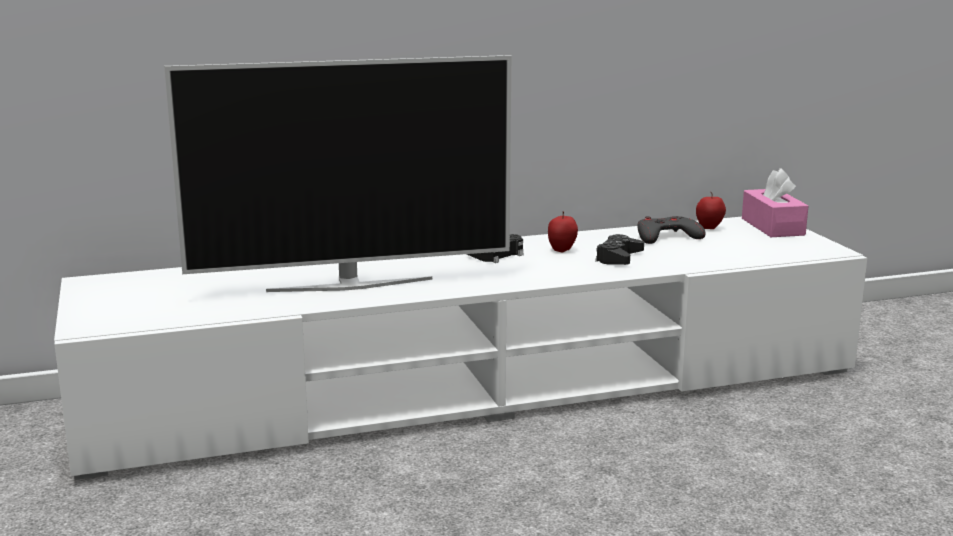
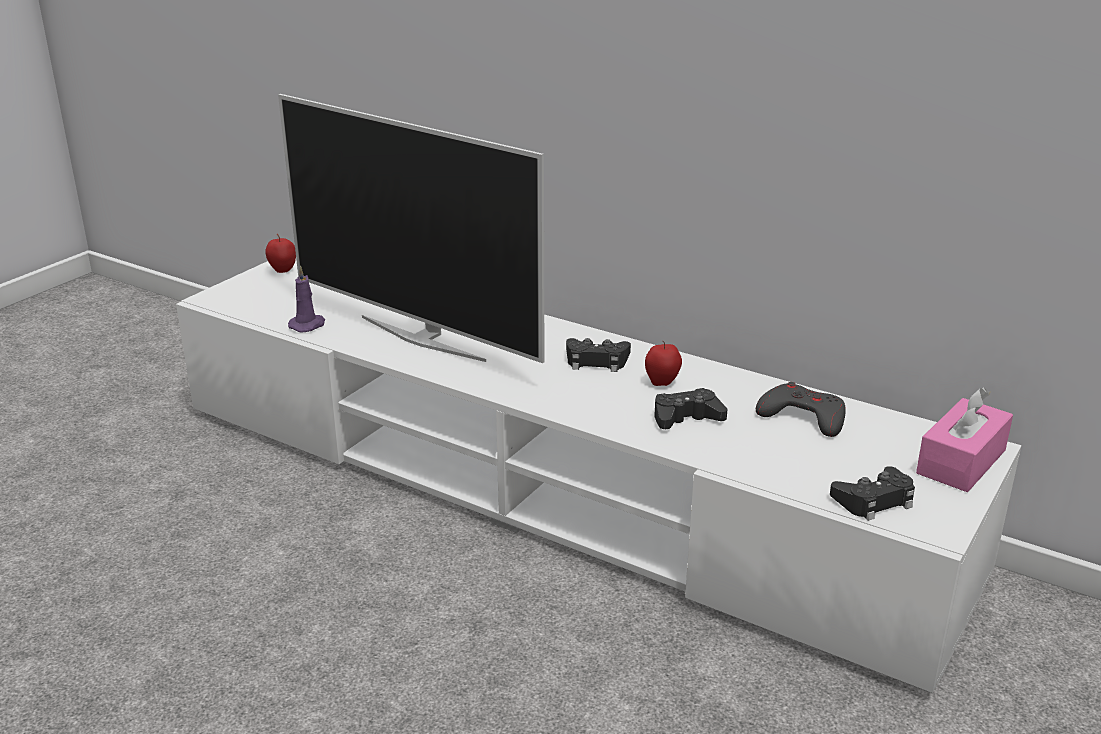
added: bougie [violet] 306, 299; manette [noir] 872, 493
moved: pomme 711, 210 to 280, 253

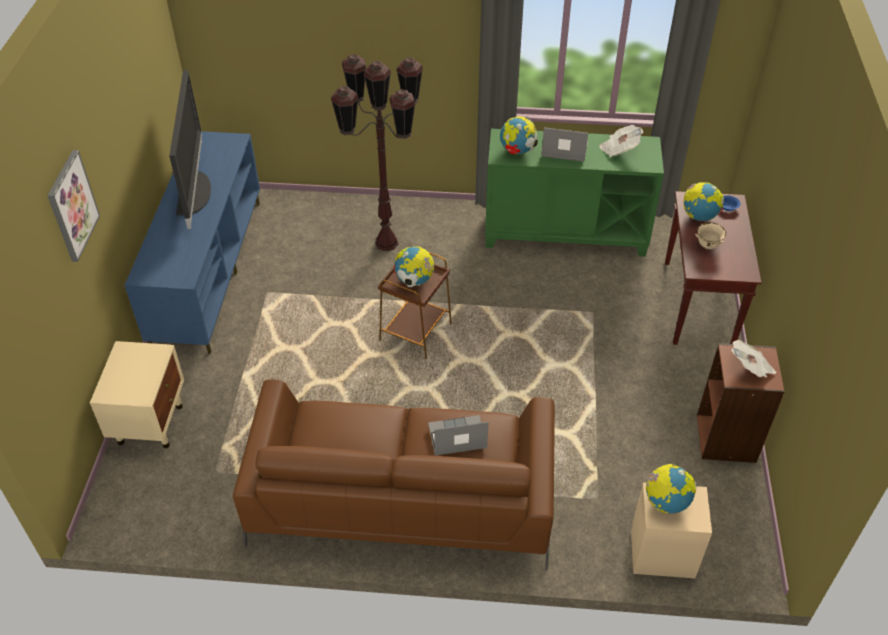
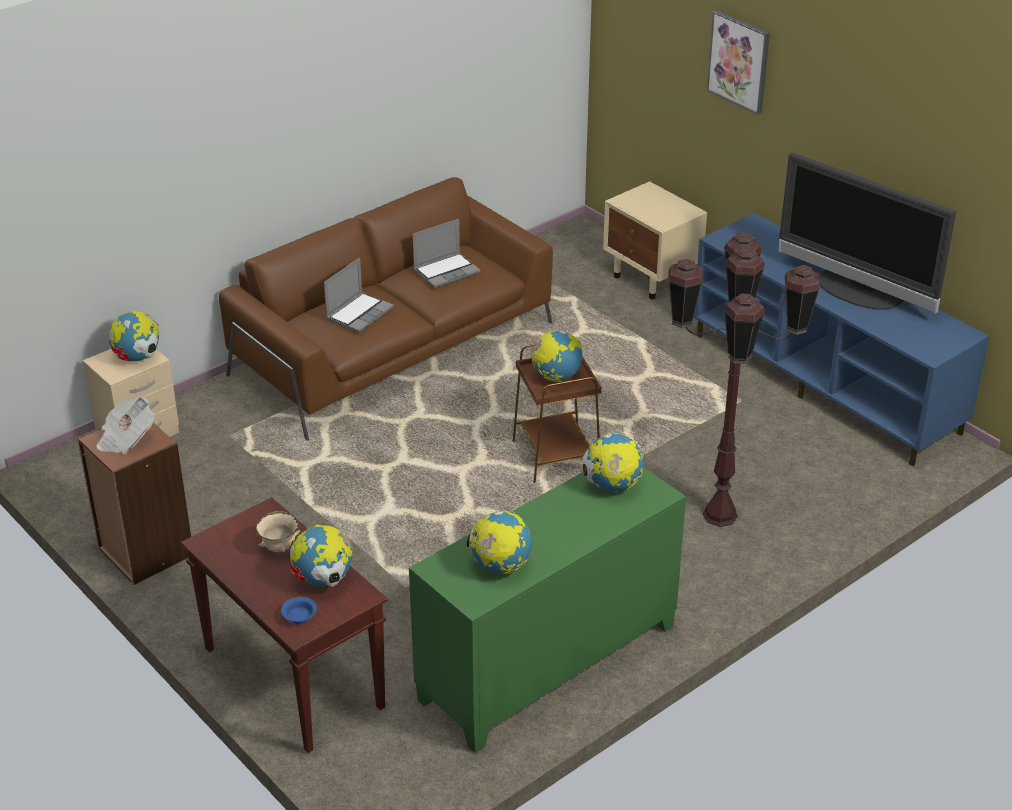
moved: ordinateur portable 564, 144 to 446, 253
replaced: journal 621, 141 to globe 499, 542

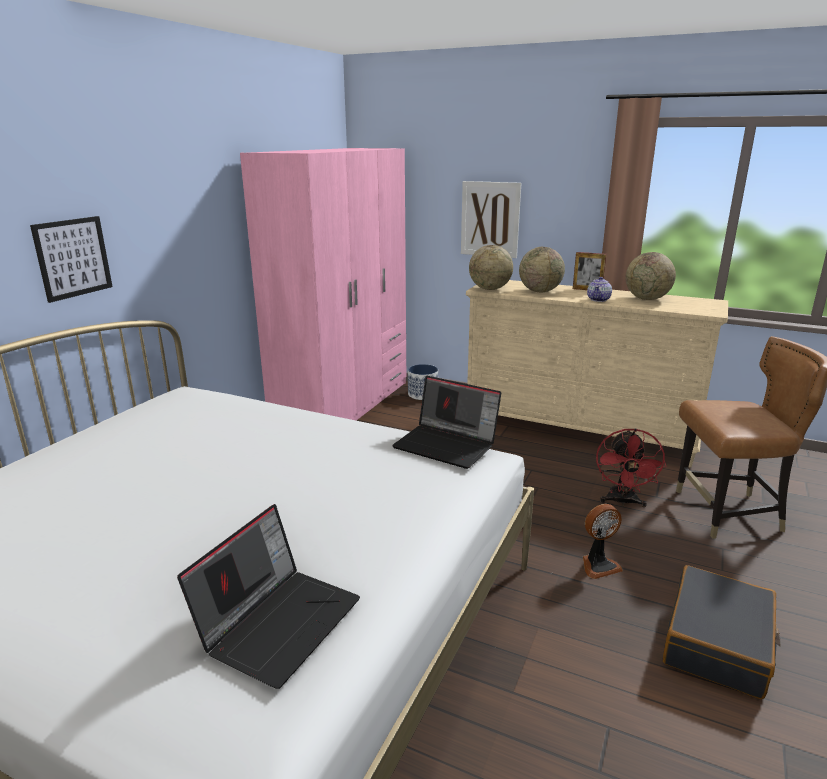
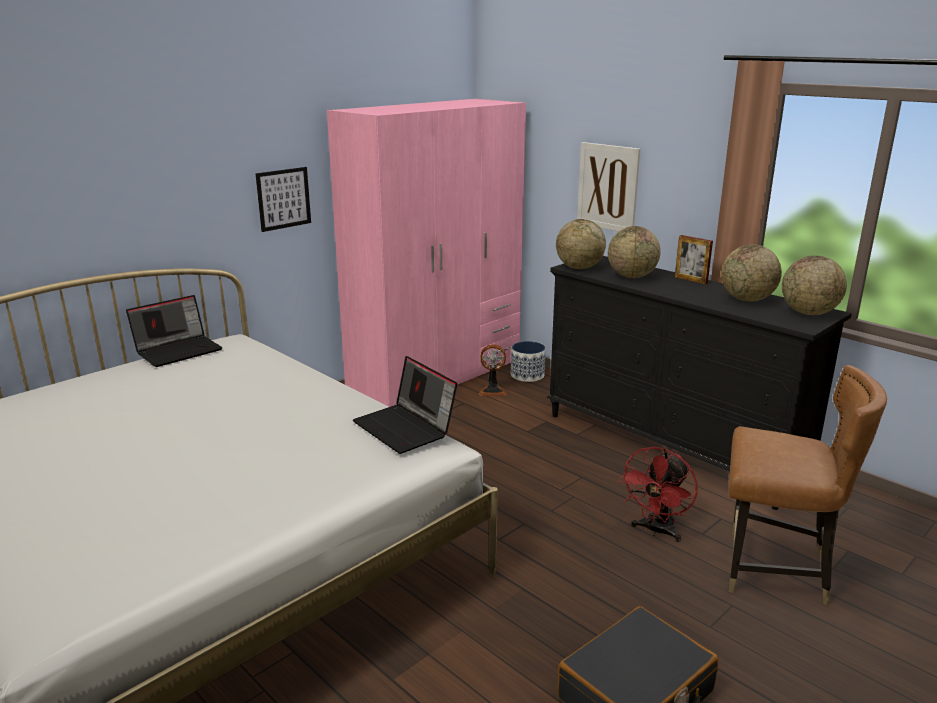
removed: théière 599, 289
added: globe 814, 285
moved: tableau 71, 259 to 283, 199; ordinateur portable 268, 596 to 174, 331; ventilateur 603, 541 to 493, 370
recoloured: commode [beige] 597, 373 to commode [noir] 699, 383

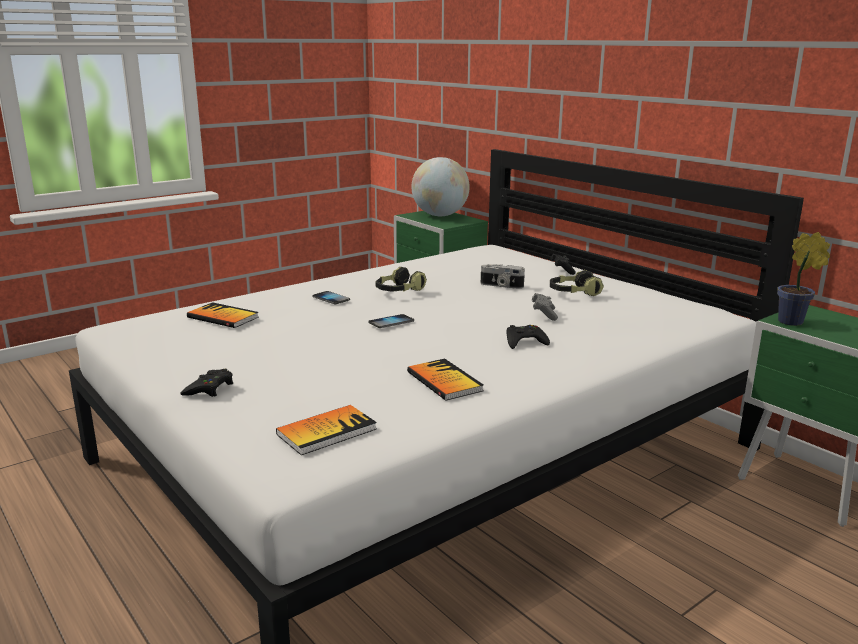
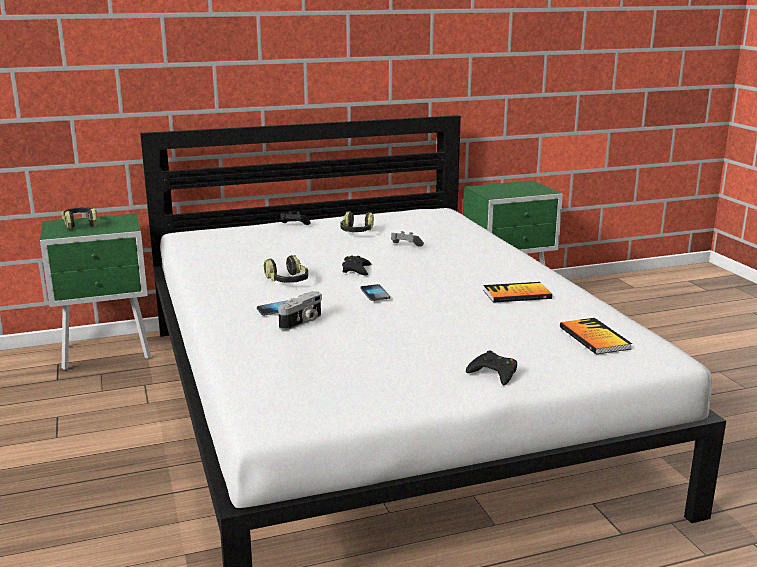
removed: livre 222, 315; plante en pot 803, 279
moved: appareil photo 503, 276 to 300, 310; manette [noir] 528, 337 to 356, 265
replaced: globe 441, 186 to casque audio 79, 218

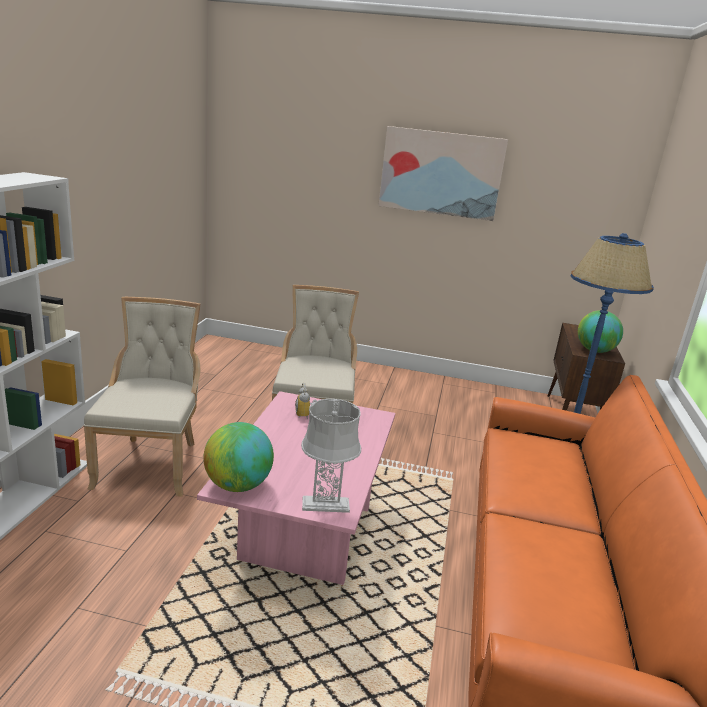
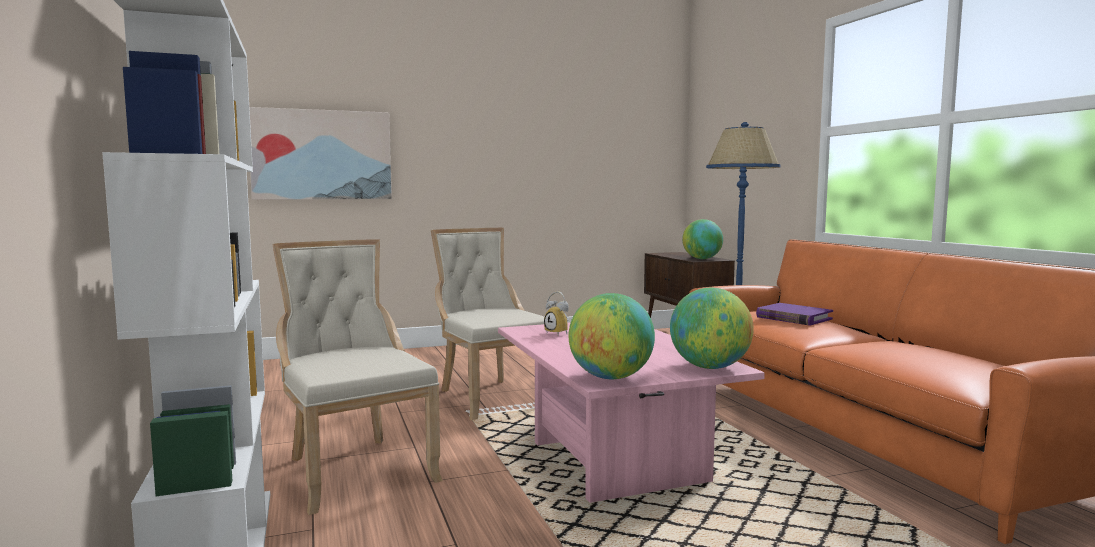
added: livre [violet] 794, 314
moved: tableau 443, 173 to 320, 153
replaced: lampe de table [gris] 331, 456 to globe 712, 328

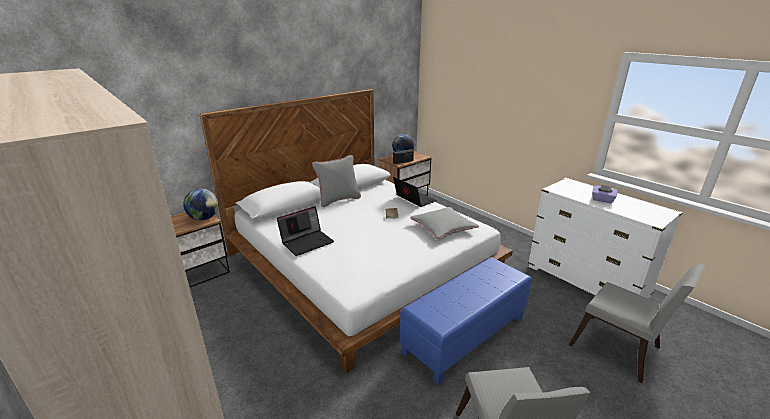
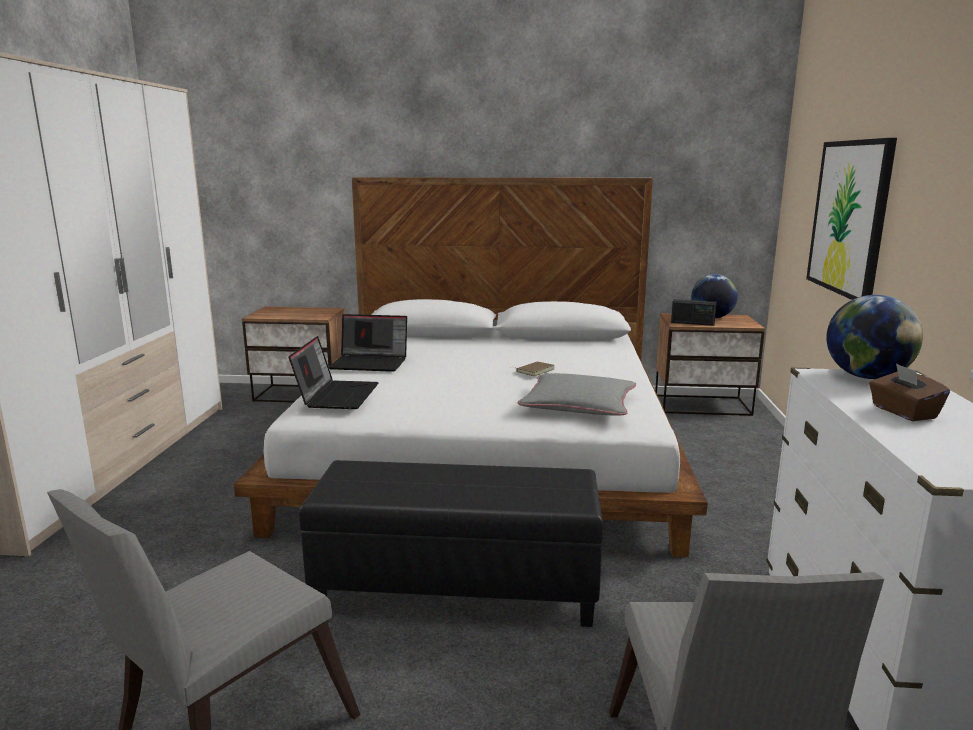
removed: coussin [gris] 336, 181
added: tableau 851, 219
moved: globe 200, 204 to 874, 337; ordinateur portable 414, 192 to 334, 372
recoloured: pouf [bleu] 466, 321 to pouf [noir] 451, 543; boîte à mouchoirs [violet] 605, 194 to boîte à mouchoirs [marron] 909, 392

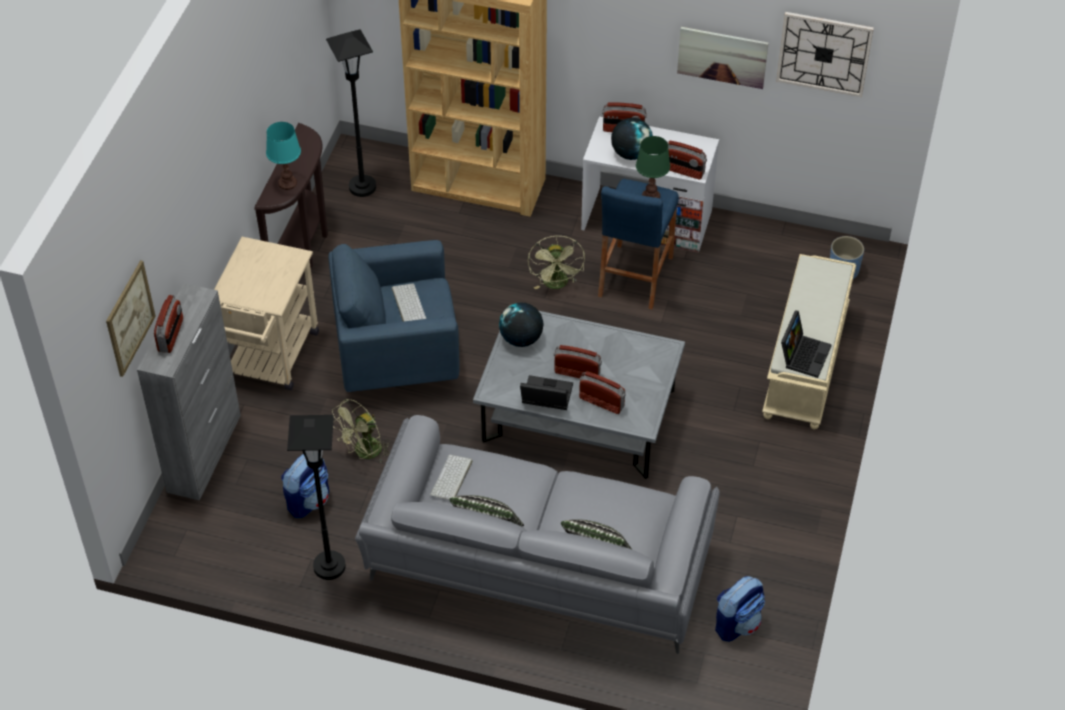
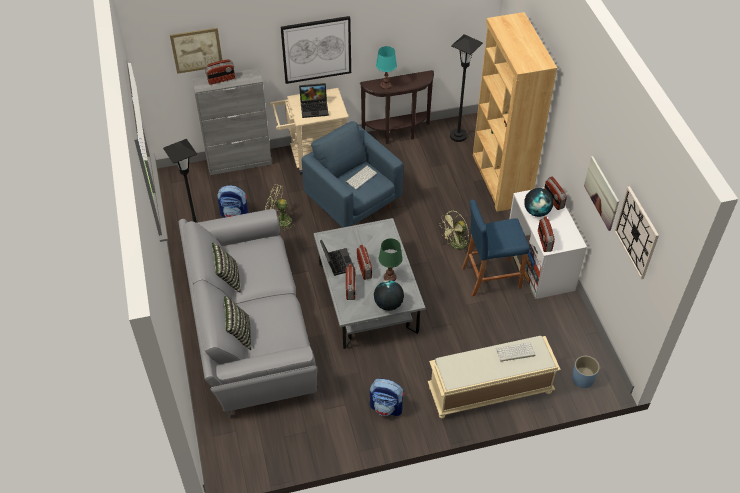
added: tableau 316, 50
moved: clavier 451, 477 to 515, 352; globe 521, 324 to 389, 295; lampe de table [vert] 653, 167 to 390, 259; sac à dos 740, 609 to 387, 397; ordinateur portable 806, 344 to 314, 100

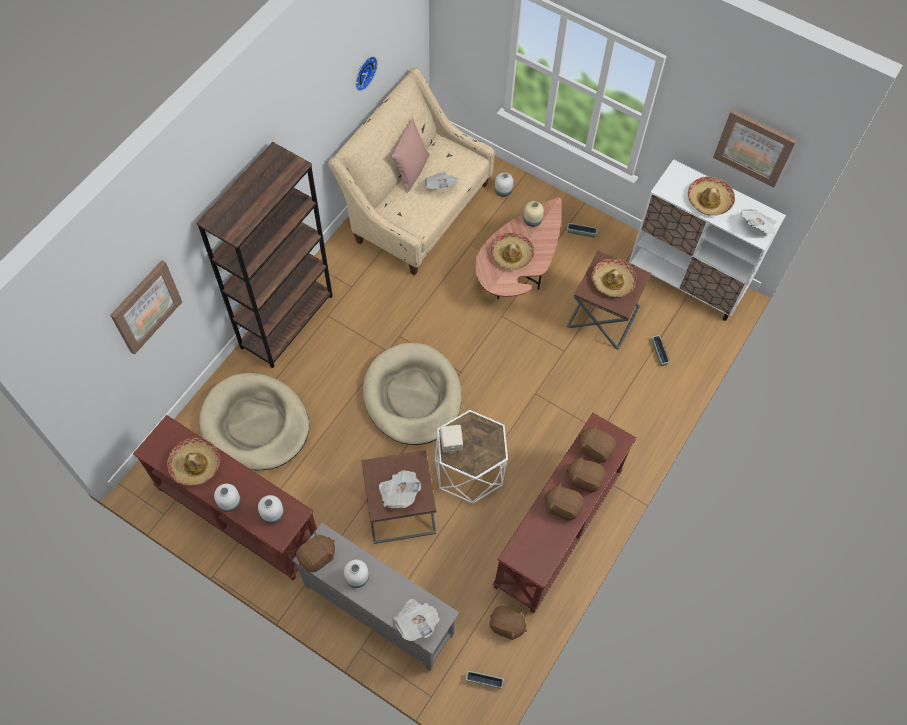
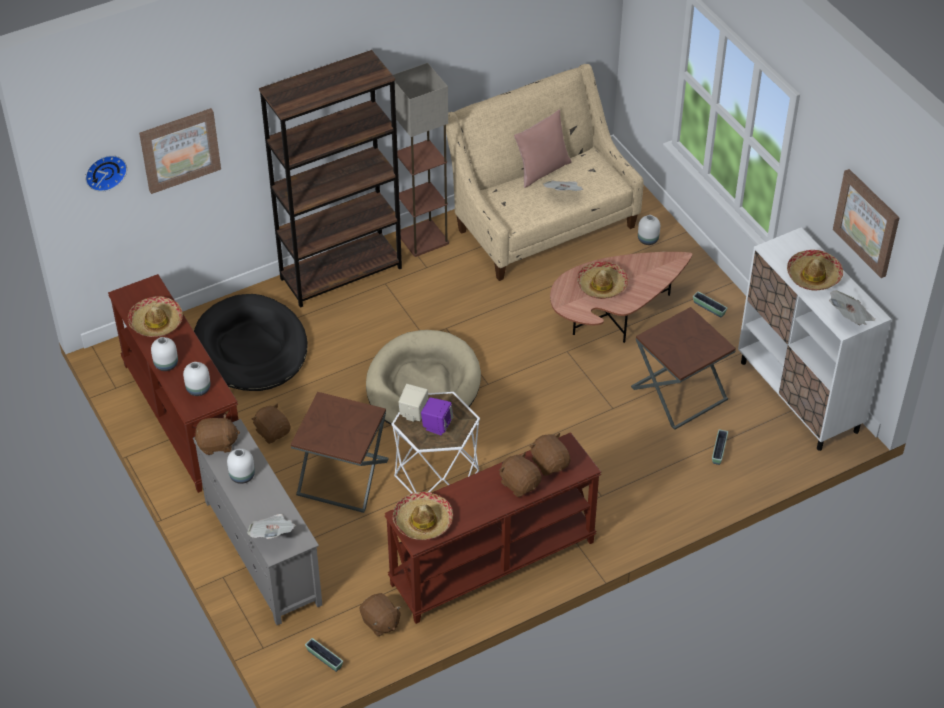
removed: journal 400, 489; vase [beige] 534, 214
added: lampadaire 421, 160; enceinte [violet] 437, 416
moved: horloge murale 367, 73 to 106, 173; peluche [marron] 564, 501 to 271, 423; chapeau 614, 278 to 423, 516
recoloured: panier pour chien [beige] 254, 422 to panier pour chien [noir] 251, 342

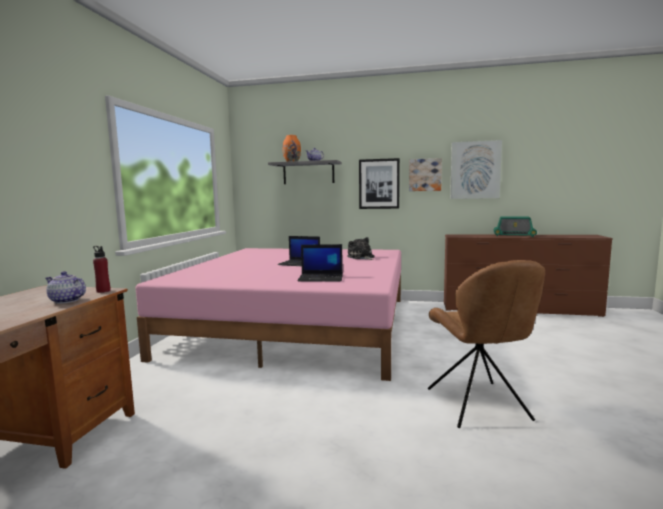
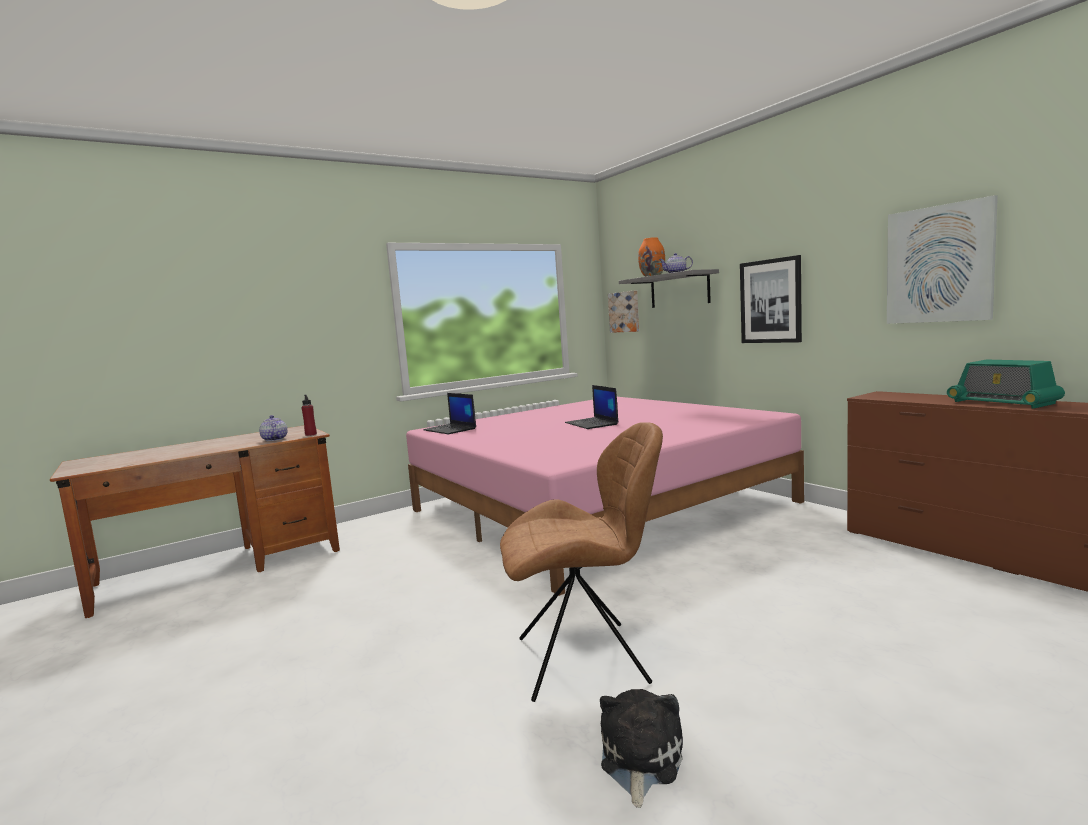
moved: ordinateur portable 320, 263 to 449, 413; peluche 360, 248 to 641, 748; tableau 425, 174 to 623, 311
turned: chaise [marron] 486, 344 = 581, 562 135 degrees counterclockwise

